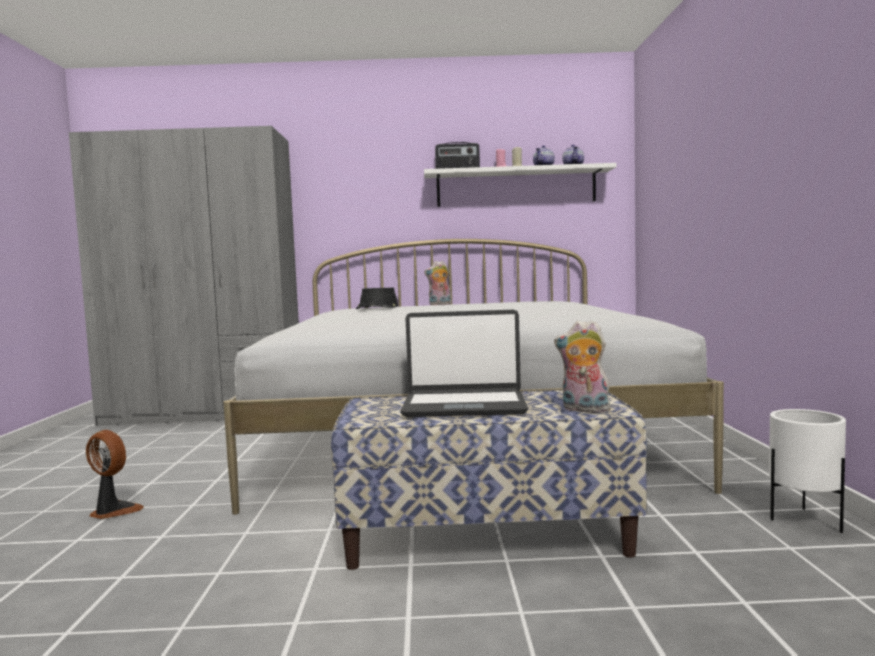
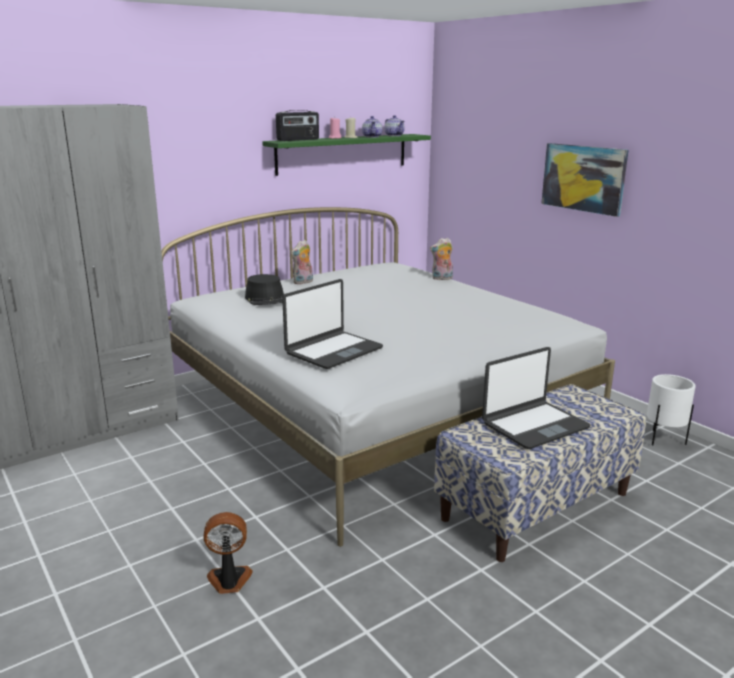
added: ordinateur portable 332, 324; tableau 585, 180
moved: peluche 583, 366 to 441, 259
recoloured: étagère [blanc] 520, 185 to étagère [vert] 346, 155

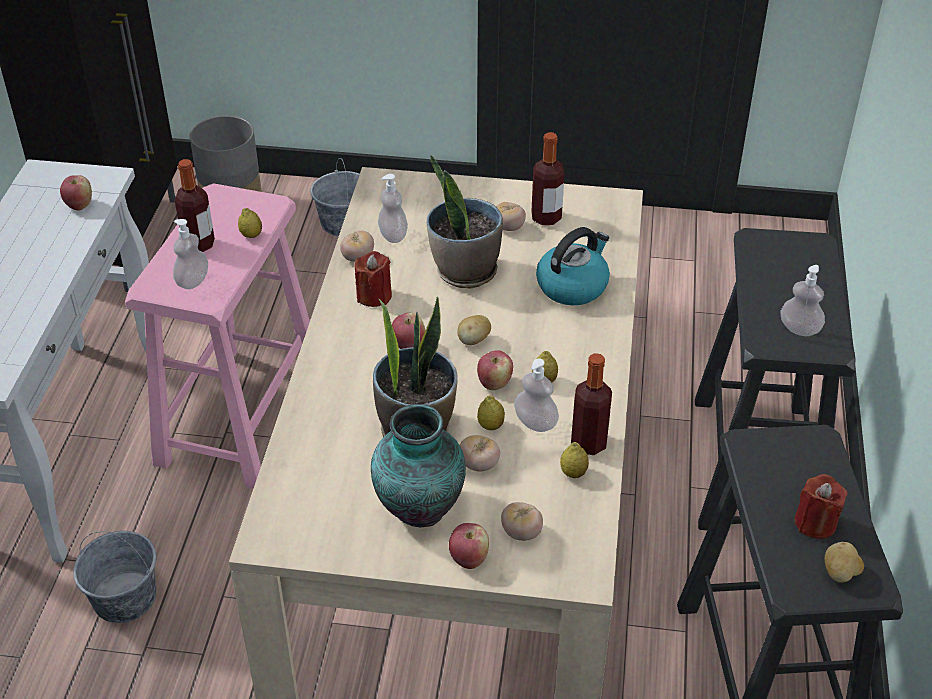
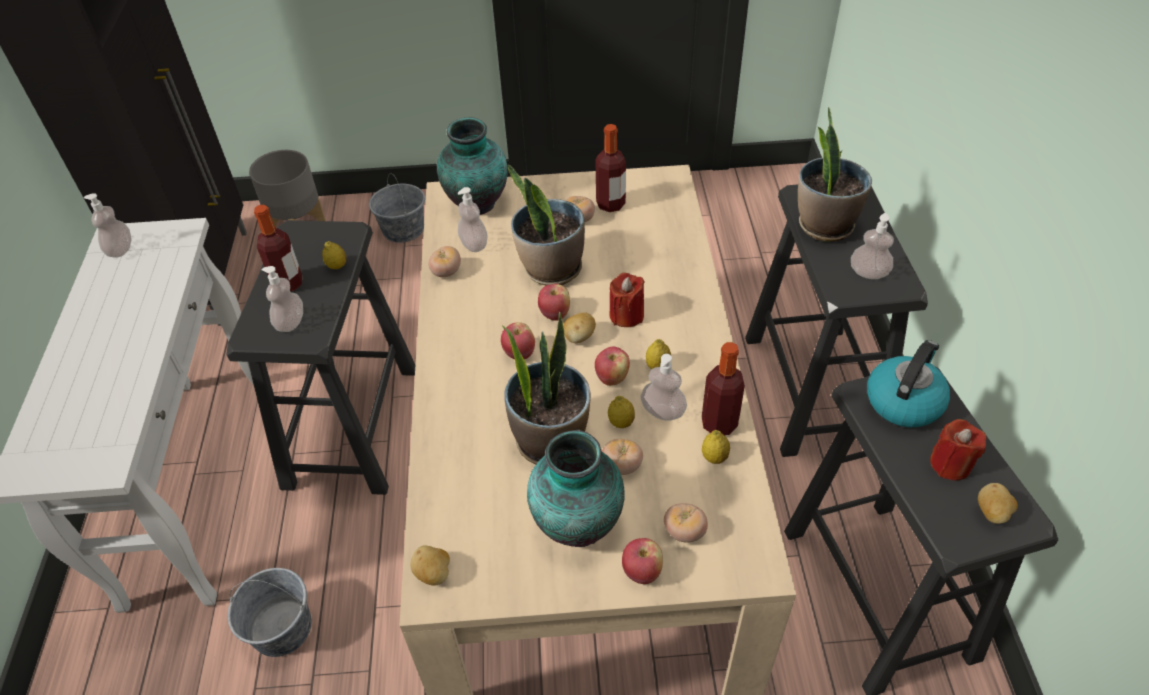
added: distributeur de savon 108, 225; pomme de terre 430, 566; vase 472, 166; plante en pot 835, 174
moved: pomme 76, 192 to 554, 302; bougie [rouge] 373, 279 to 627, 300; bouilloire 573, 266 to 908, 383
recoloured: tabouret [rose] 217, 335 to tabouret [noir] 321, 357

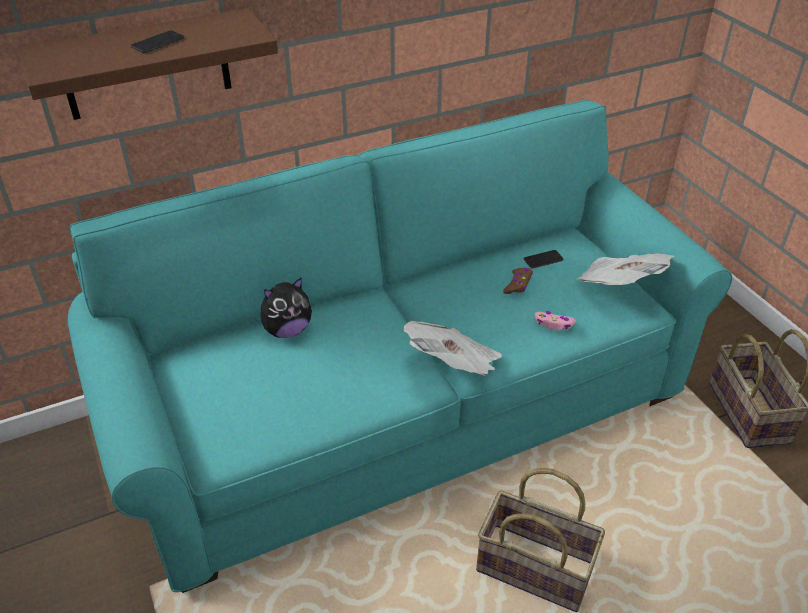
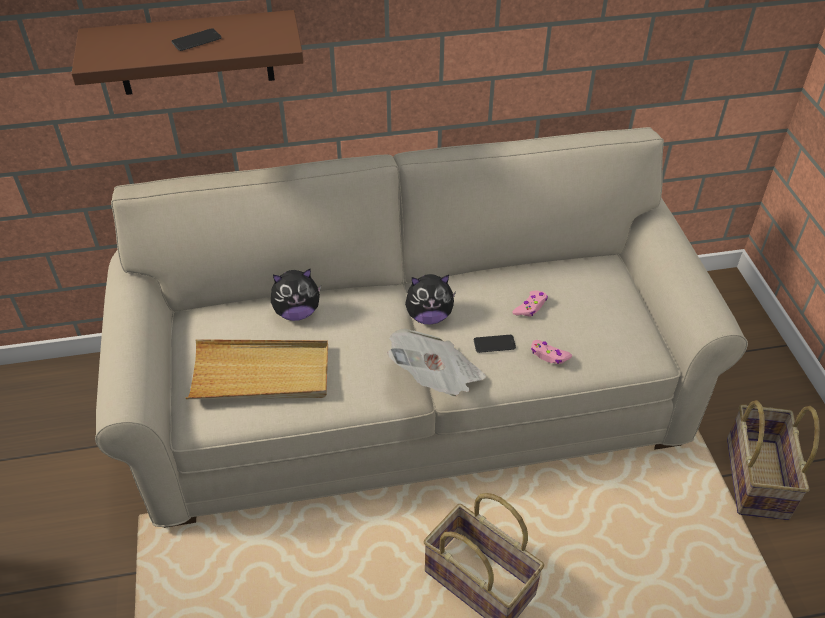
removed: journal 625, 269
added: plateau [beige] 257, 369; peluche 430, 299
moved: téléphone 544, 259 to 495, 344
recoloured: canapé [turquoise] 400, 346 to canapé [beige] 421, 327; manette [marron] 518, 281 to manette [rose] 530, 303

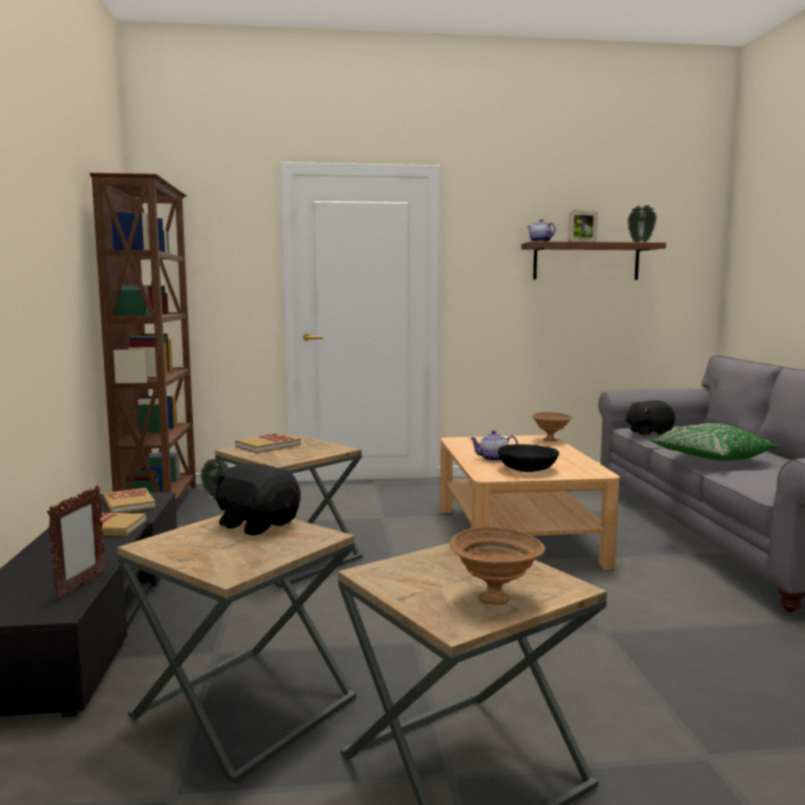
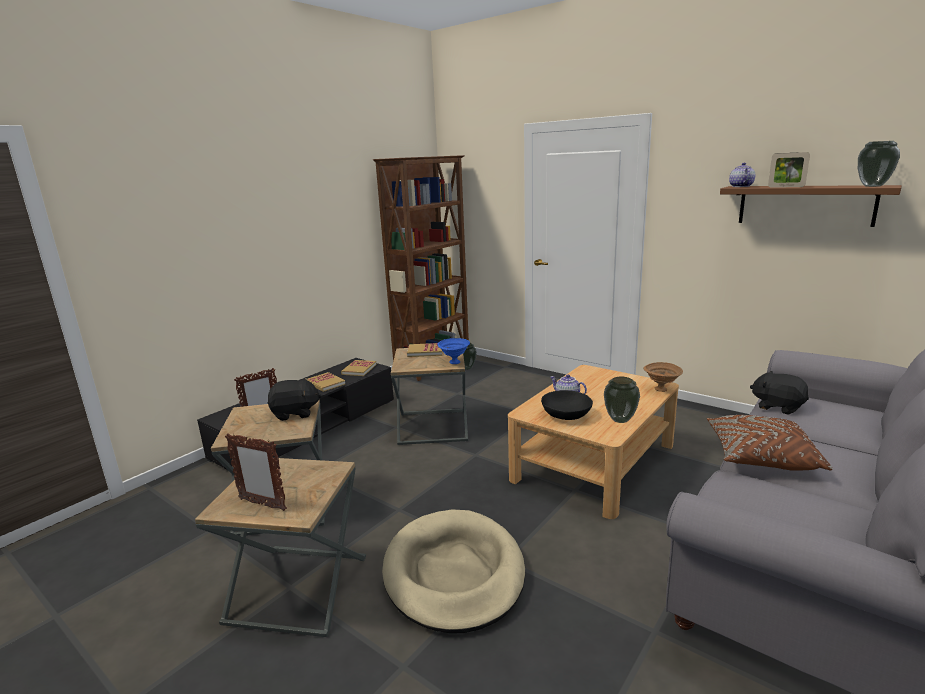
added: panier pour chien [beige] 453, 571; bol [bleu] 453, 351; vase 622, 400
replaced: bol [marron] 497, 566 to cadre photo 256, 472
recoloured: coussin [vert] 714, 442 to coussin [marron] 770, 443
turned: peluche [noir] 256, 499 = 294, 399 90 degrees clockwise

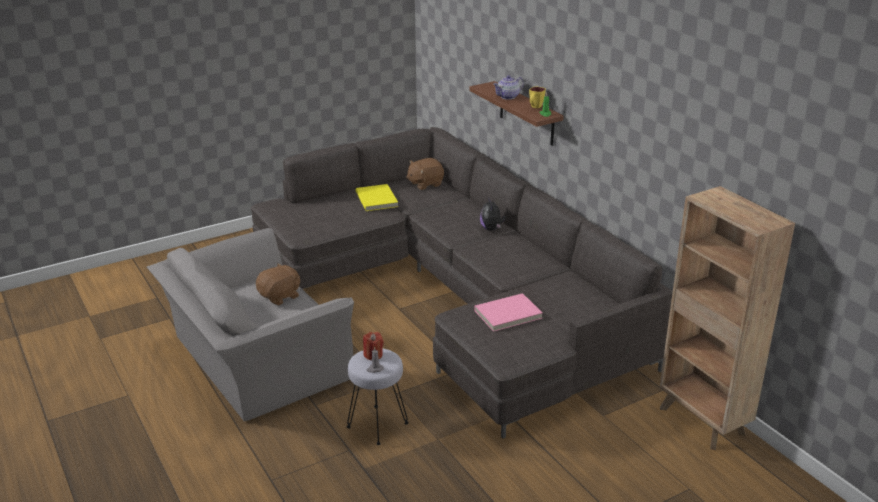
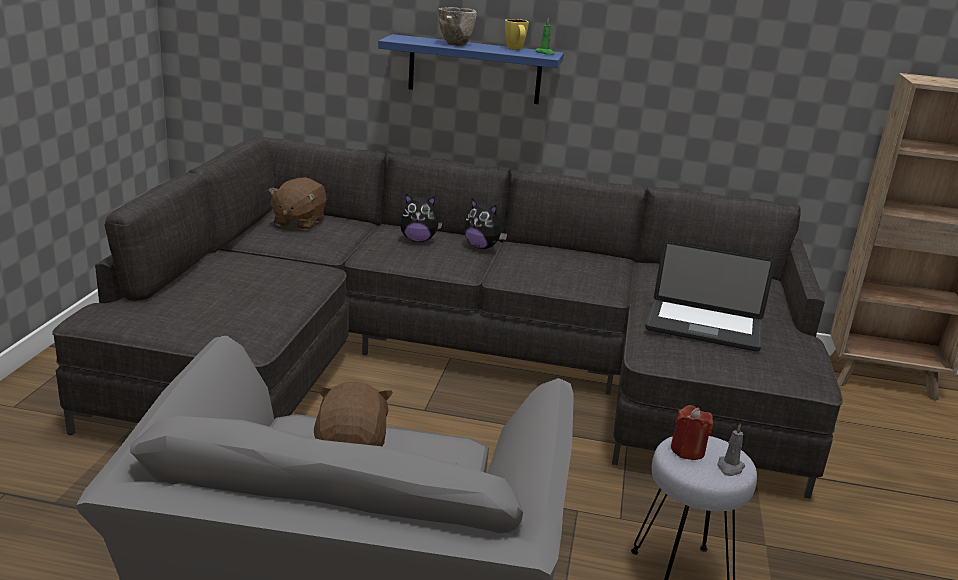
removed: livre [jaune] 377, 197
added: peluche 421, 218
replaced: livre [rose] 508, 312 to ordinateur portable 710, 296; théière 508, 87 to bol 457, 26
recoloured: étagère [marron] 517, 113 to étagère [bleu] 471, 69

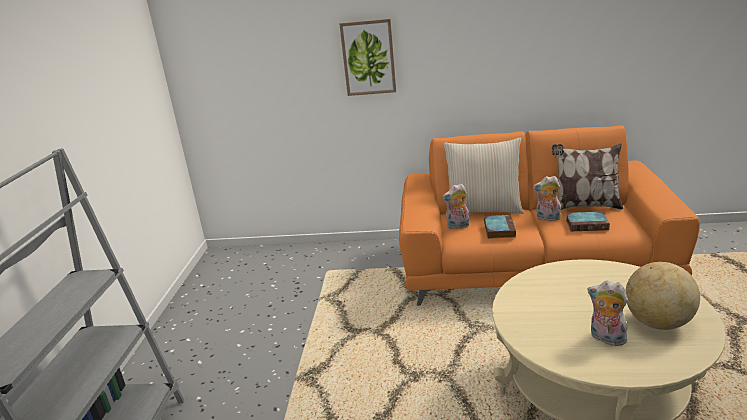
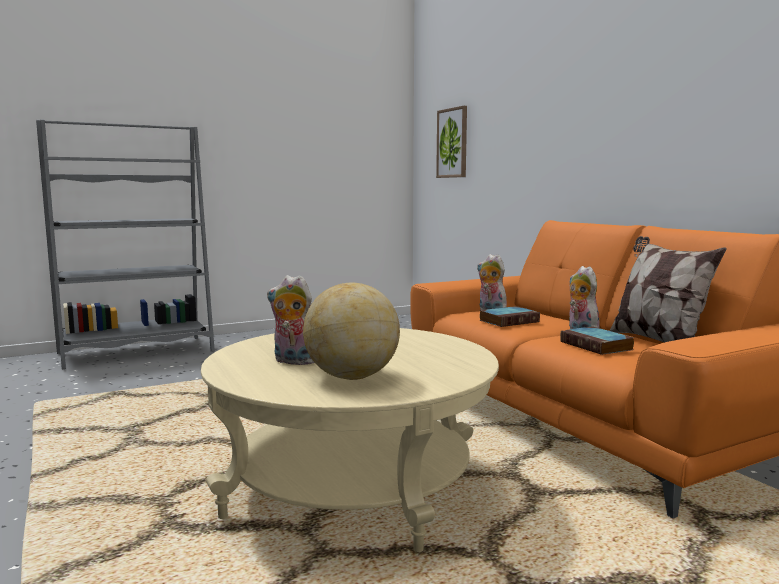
removed: coussin [beige] 484, 177
moved: tableau 368, 57 to 451, 142
turned: peluche 608, 313 = 291, 320 75 degrees counterclockwise

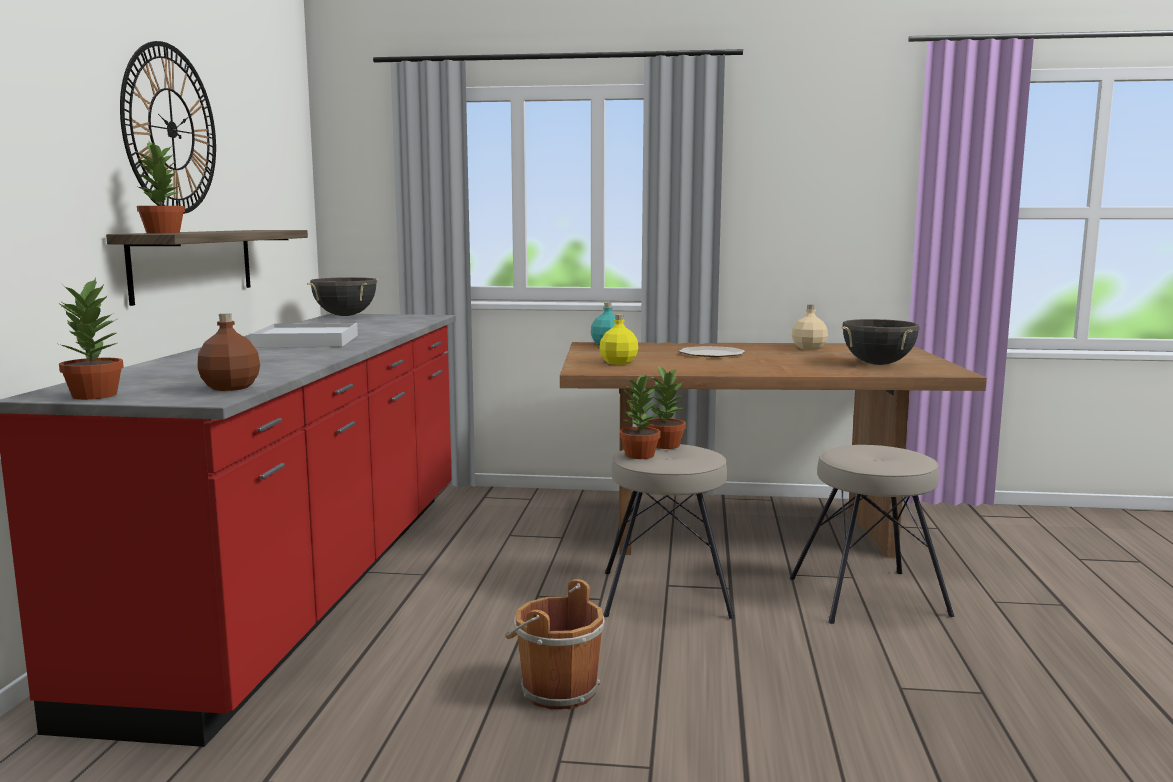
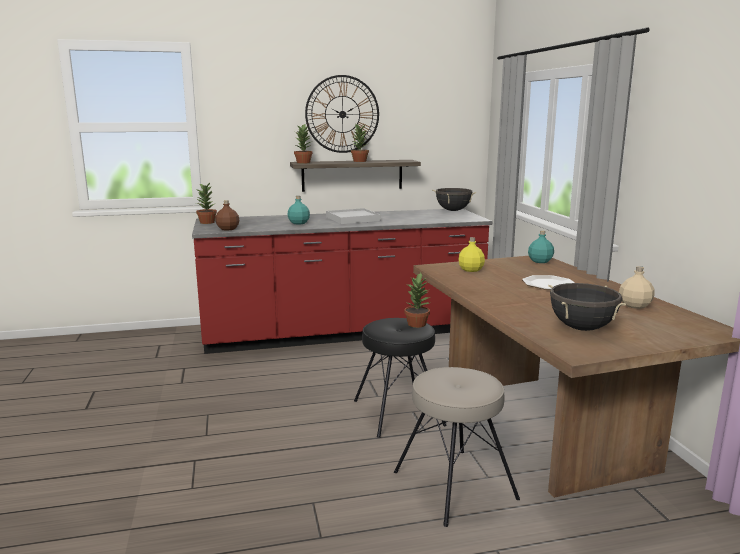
removed: seau [marron] 555, 644
added: bouteille [turquoise] 299, 210
moved: plante en pot 640, 416 to 360, 142
recoloured: tabouret [beige] 669, 531 to tabouret [noir] 400, 378

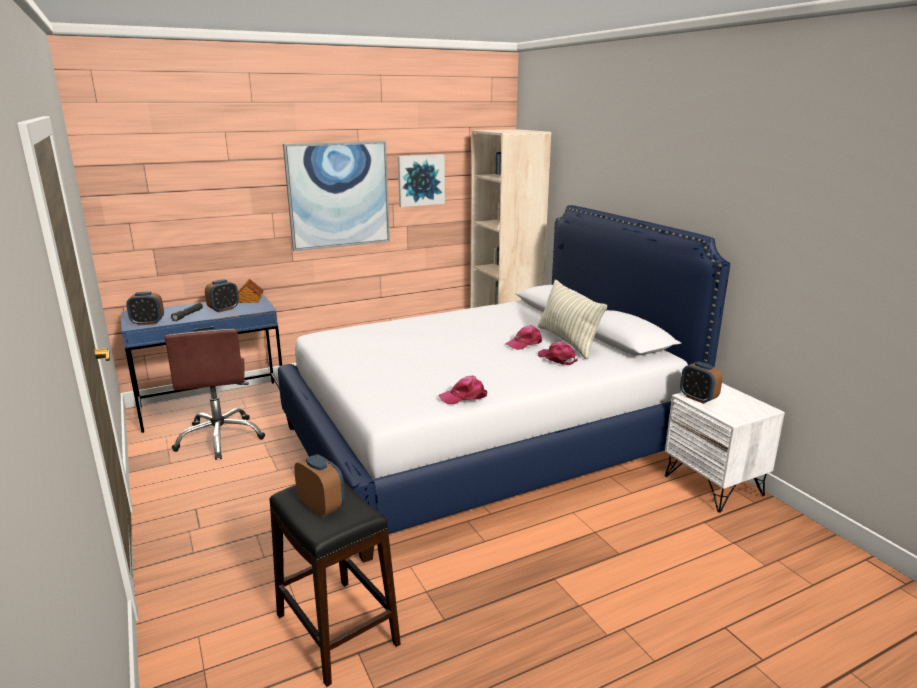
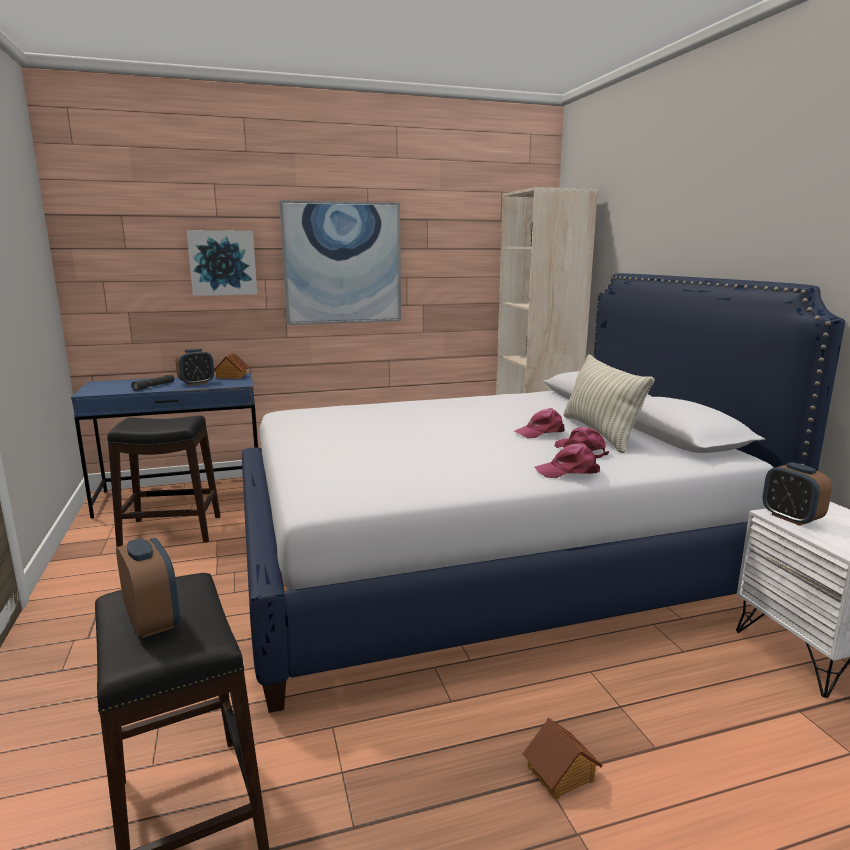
removed: réveil 145, 309
added: maison miniature 562, 759
moved: tableau 421, 180 to 221, 263; casquette [rose] 463, 390 to 567, 460
replaced: chaise de bureau [marron] 215, 394 to tabouret [noir] 163, 481

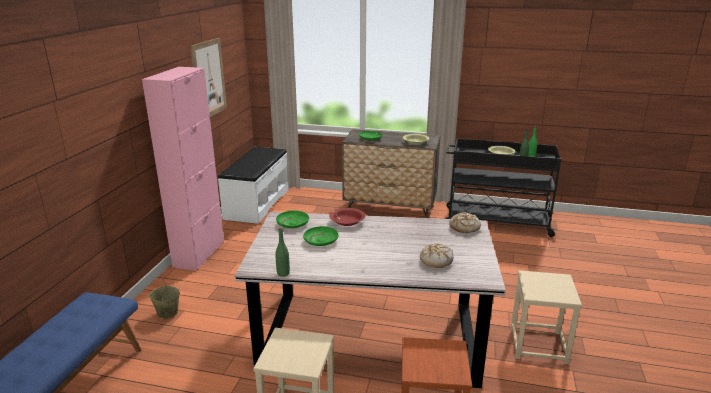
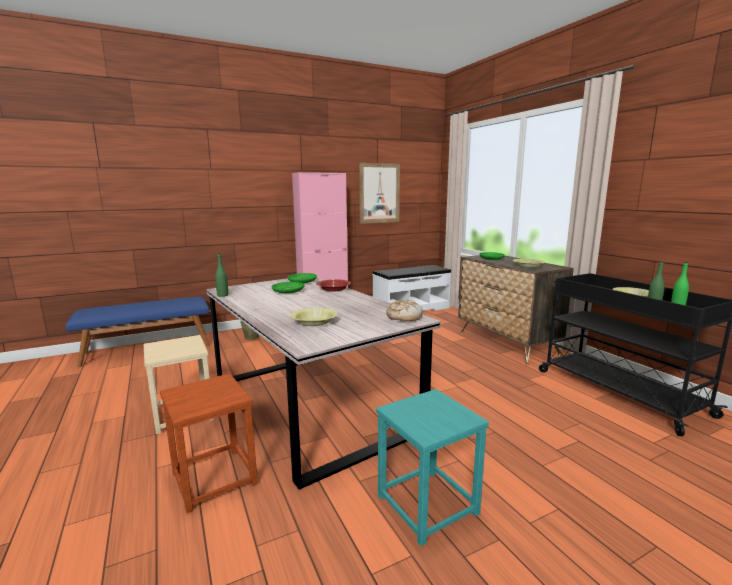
replaced: pain 436, 255 to bol [jaune] 314, 317
recoloured: tabouret [beige] 546, 317 to tabouret [turquoise] 432, 467

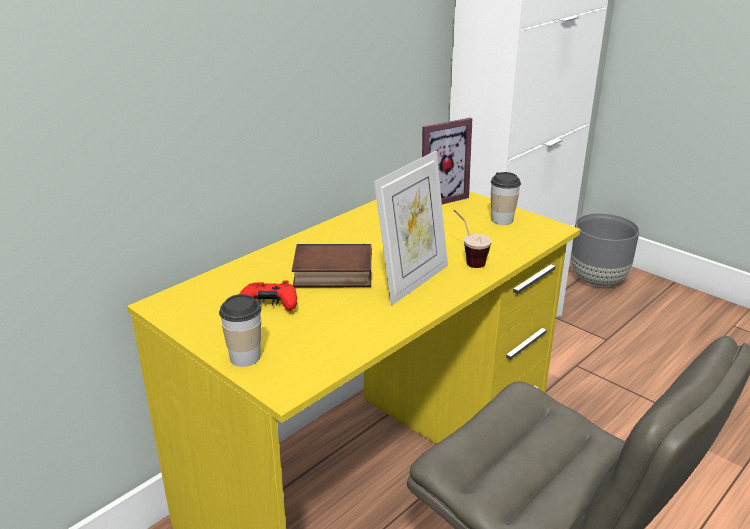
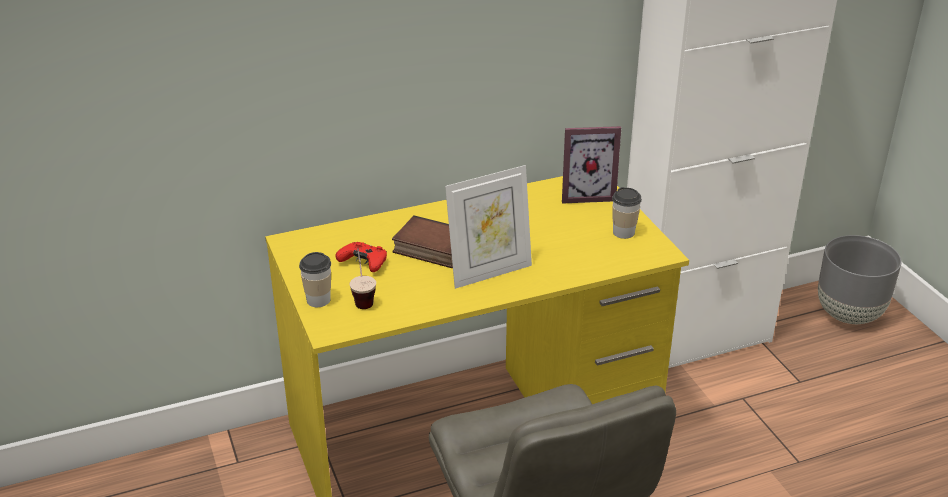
moved: tasse 472, 239 to 363, 279

